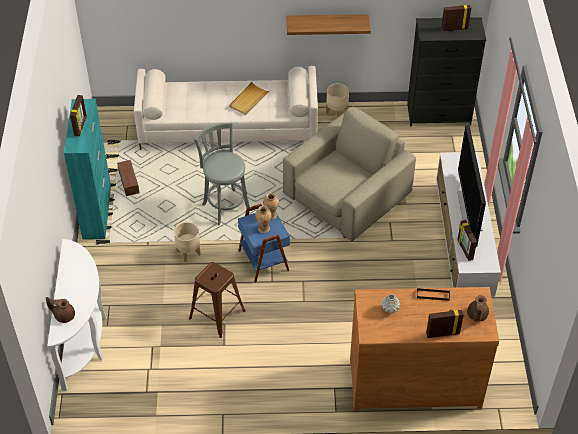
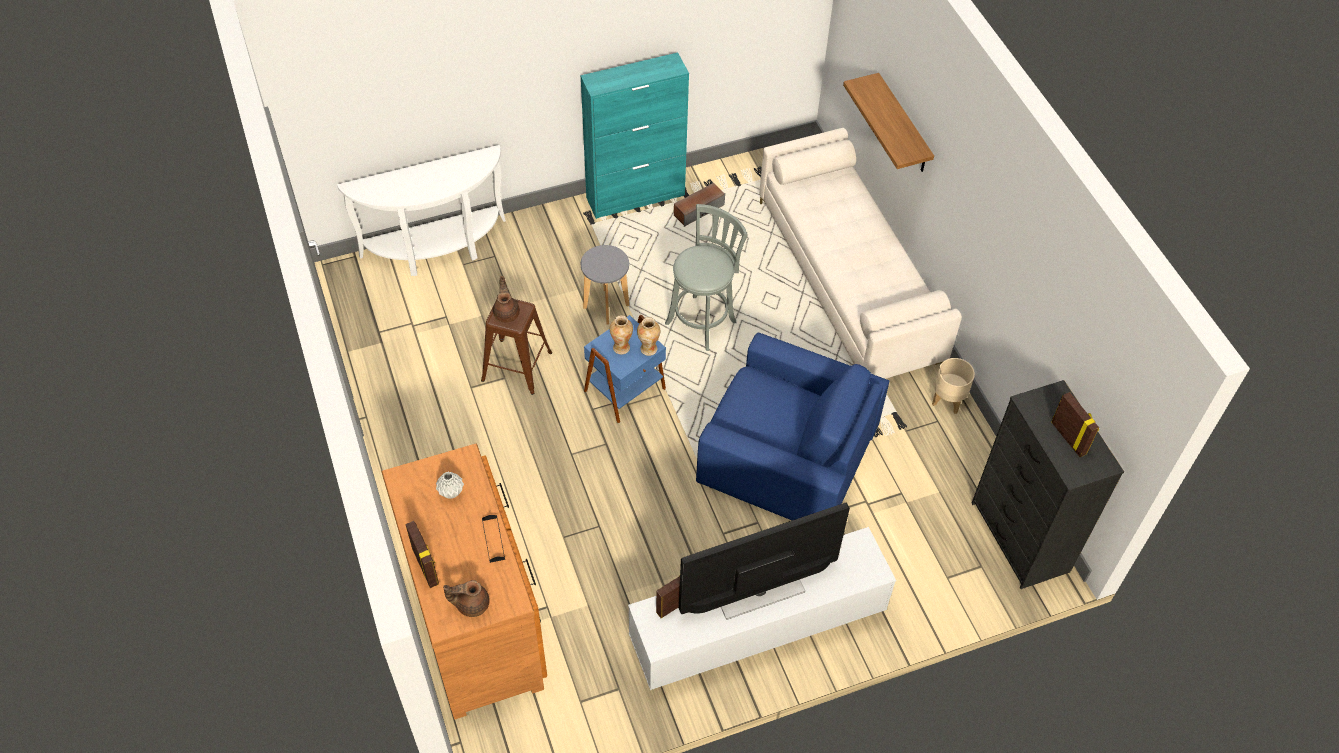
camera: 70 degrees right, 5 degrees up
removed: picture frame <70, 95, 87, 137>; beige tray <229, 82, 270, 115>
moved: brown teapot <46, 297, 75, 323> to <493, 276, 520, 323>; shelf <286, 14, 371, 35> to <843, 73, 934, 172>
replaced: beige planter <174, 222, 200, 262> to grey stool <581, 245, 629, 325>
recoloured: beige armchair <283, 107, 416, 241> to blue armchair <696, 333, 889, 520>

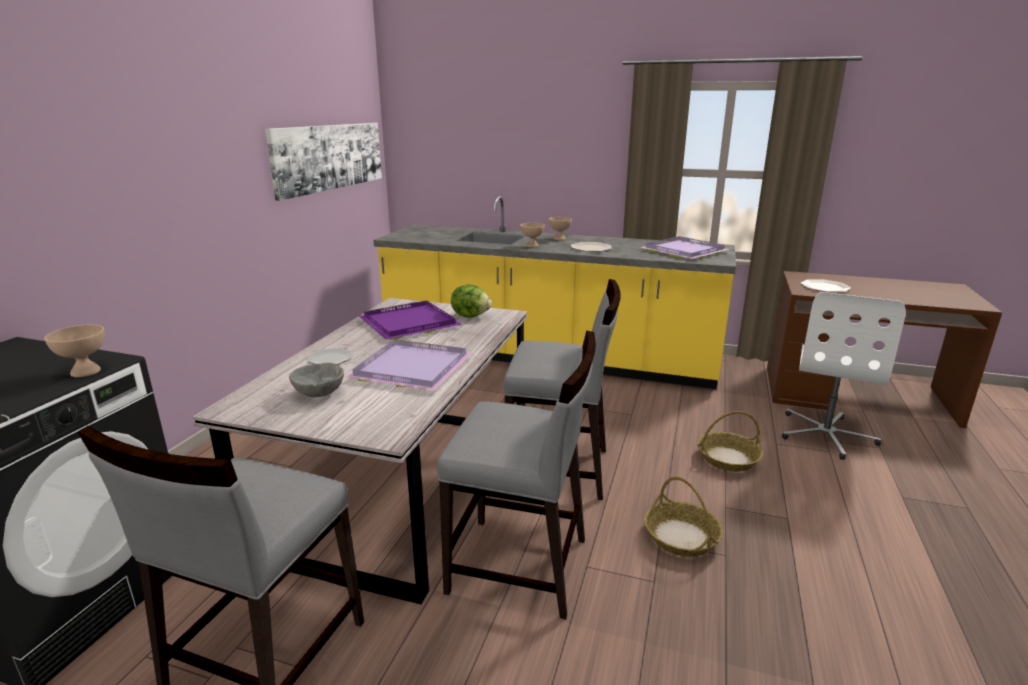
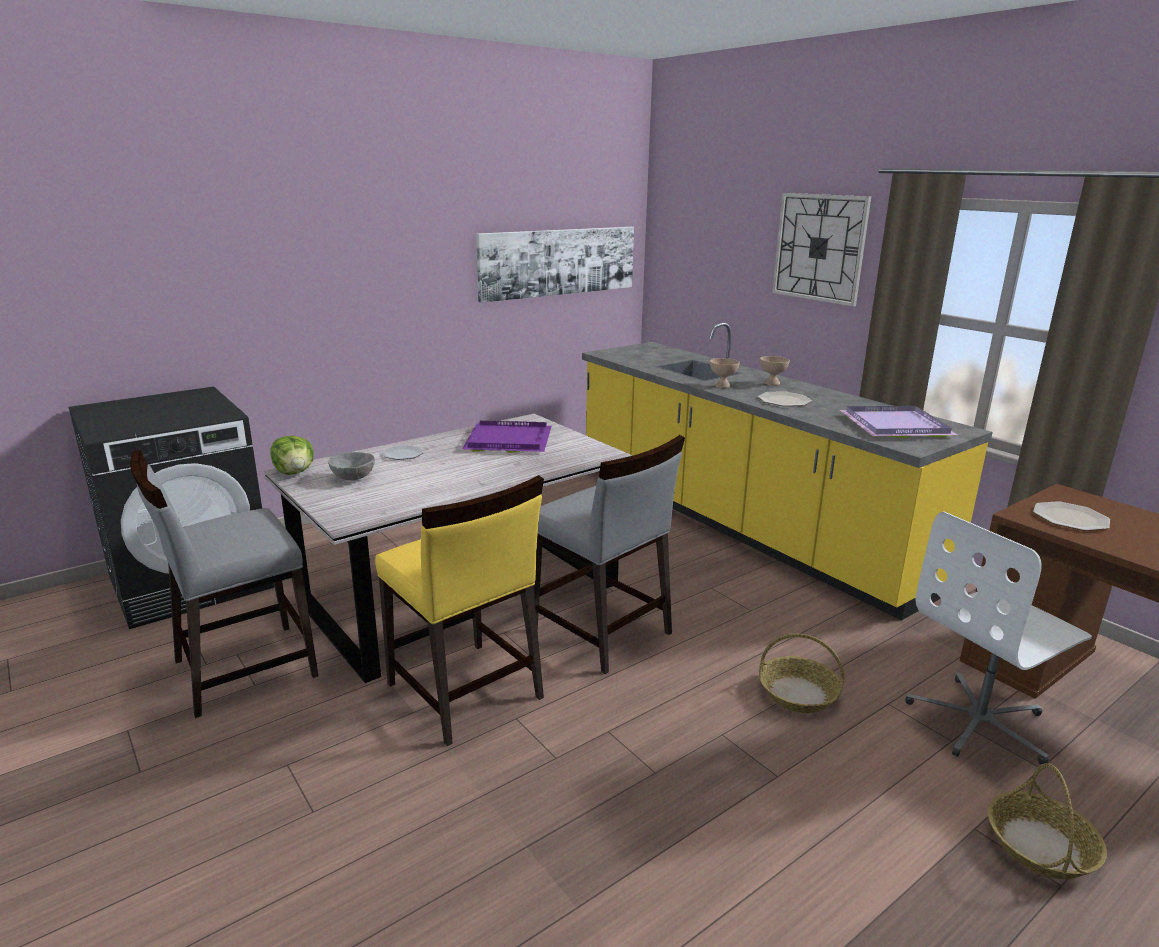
camera: 35 degrees right, 0 degrees up
removed: beige bowl <44, 324, 105, 377>; purple tray <345, 339, 473, 391>
added: wall clock <772, 193, 871, 307>
moved: lettuce <451, 284, 492, 318> to <271, 436, 314, 475>; basket <644, 477, 723, 557> to <988, 763, 1107, 879>
recoloured: grey chair <437, 331, 596, 620> to yellow chair <375, 475, 544, 746>

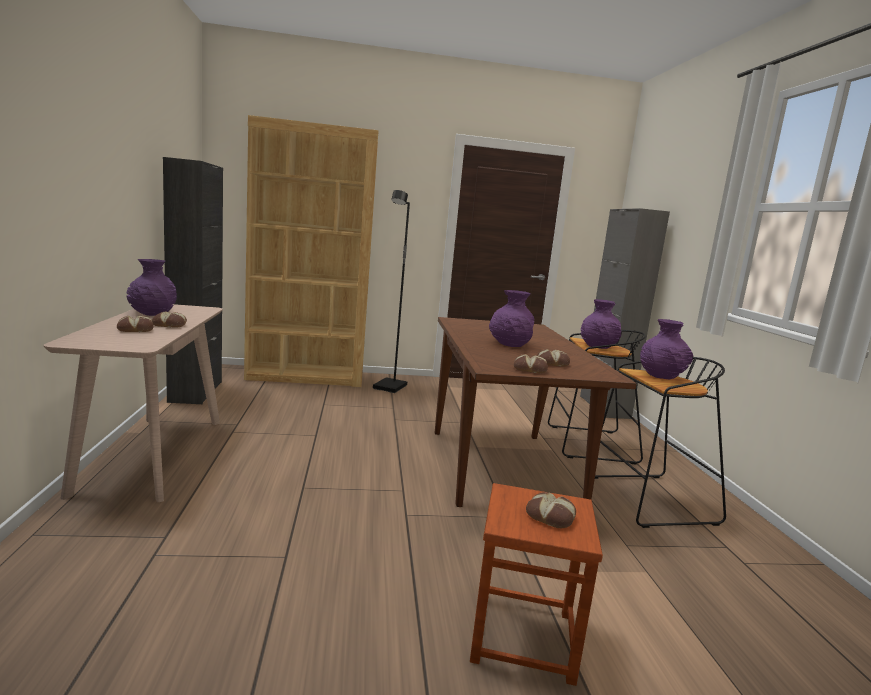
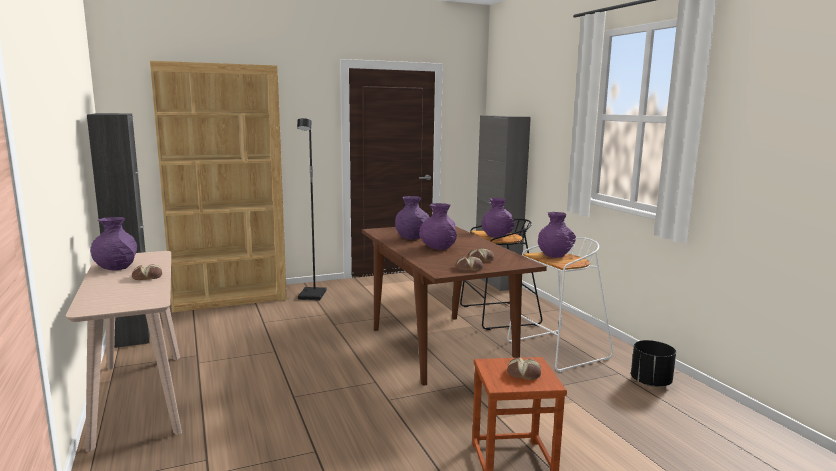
camera: 15 degrees left, 0 degrees up
removed: bread <117, 316, 154, 332>
added: purple vase <395, 196, 429, 239>; black planter <631, 340, 676, 387>
recoloured: black stool <595, 357, 726, 528> to white stool <507, 237, 613, 372>

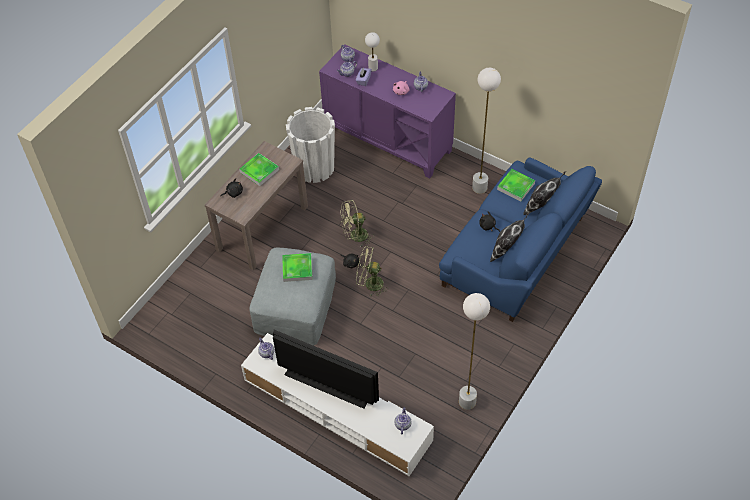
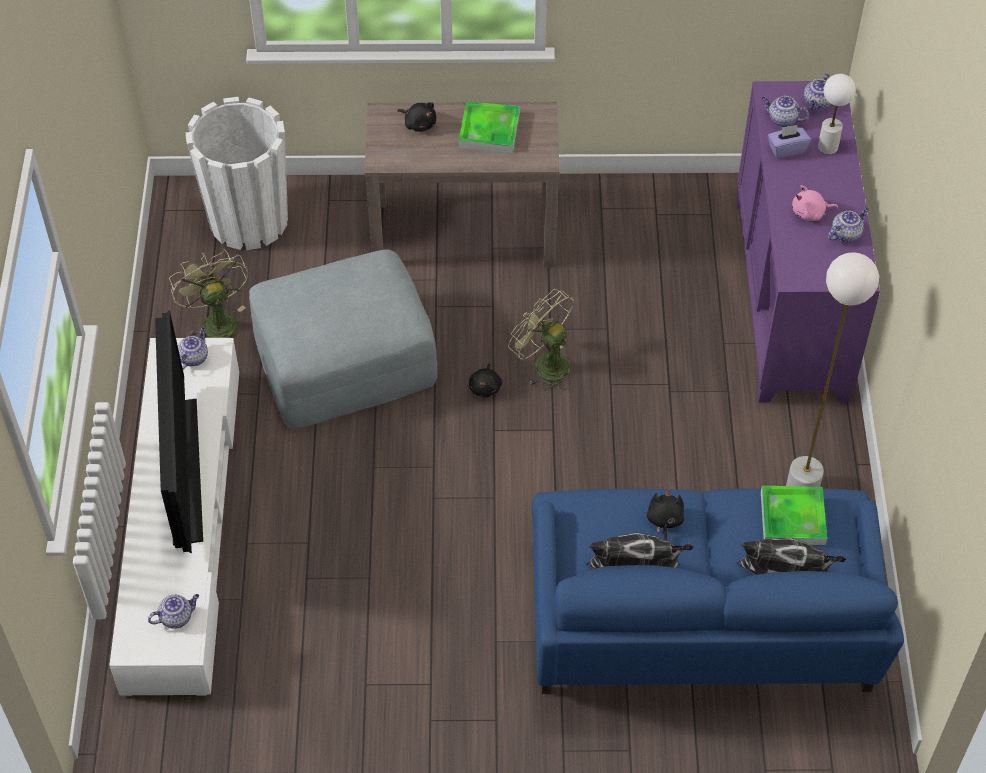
camera: 55 degrees right, 0 degrees up
removed: tray <282, 253, 313, 282>; white floor lamp <459, 293, 490, 410>
moved: white planter <286, 107, 335, 183> to <186, 97, 288, 250>; green fan <356, 246, 386, 296> to <169, 249, 248, 338>

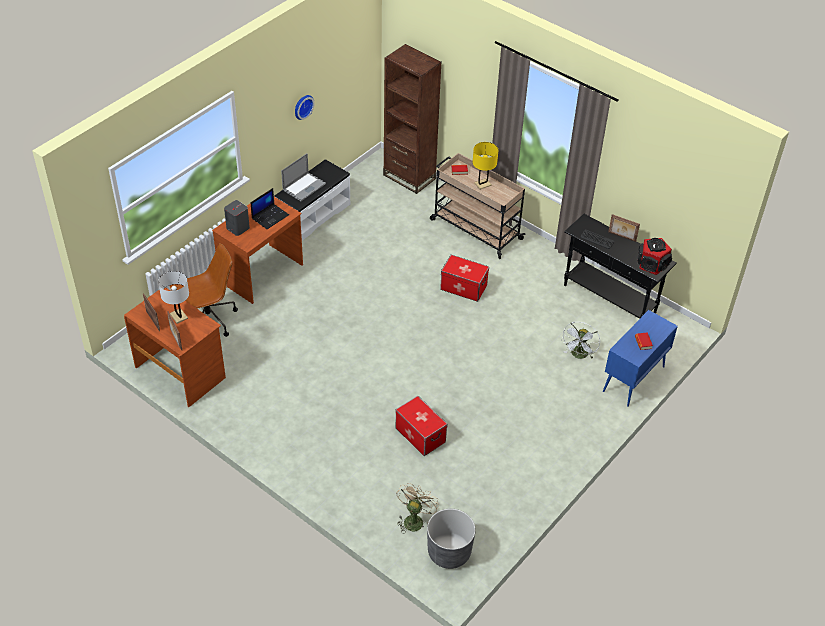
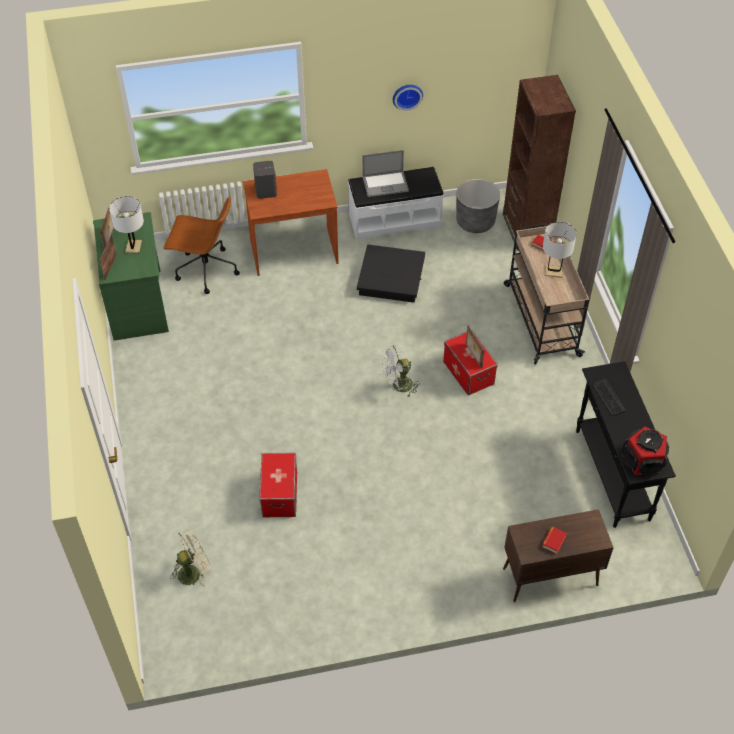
camera: 40 degrees right, 5 degrees up
removed: laptop <251, 188, 289, 229>
added: black storage box <357, 245, 425, 303>
moved: grey planter <427, 509, 476, 569> to <456, 179, 500, 233>; white fan <561, 322, 600, 359> to <380, 345, 420, 397>; picture frame <608, 214, 640, 242> to <466, 326, 485, 368>
recoloured: brown desk <124, 288, 226, 407> to green desk <93, 212, 169, 341>; yellow table lamp <473, 142, 498, 190> to white table lamp <543, 222, 577, 278>; blue cabinet <603, 310, 678, 407> to brown cabinet <503, 509, 614, 602>

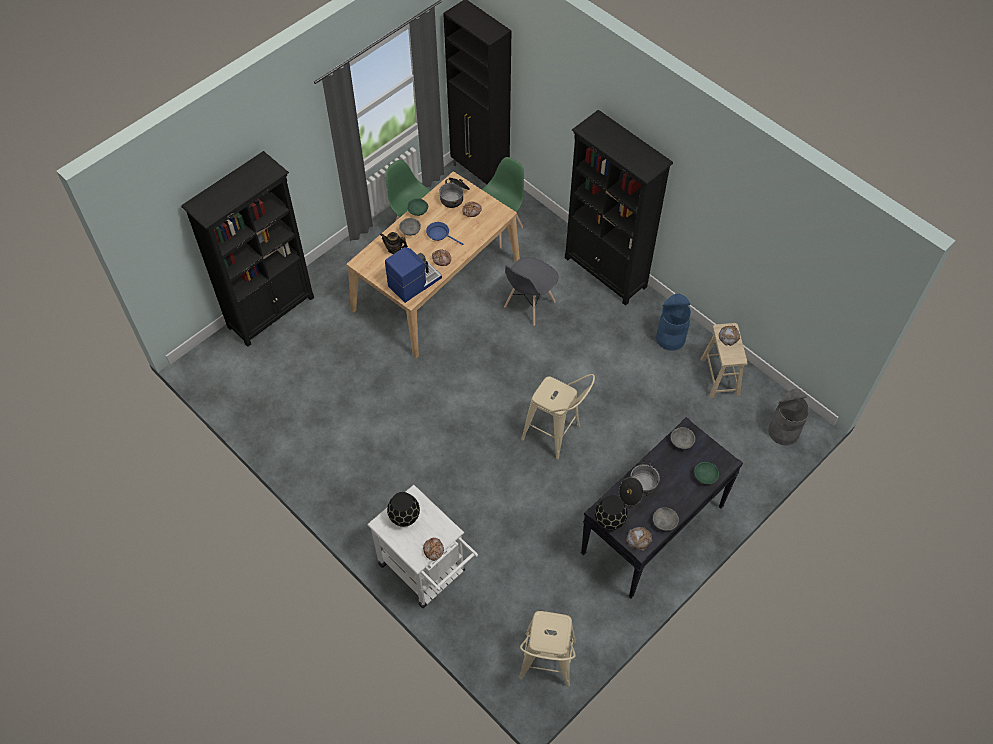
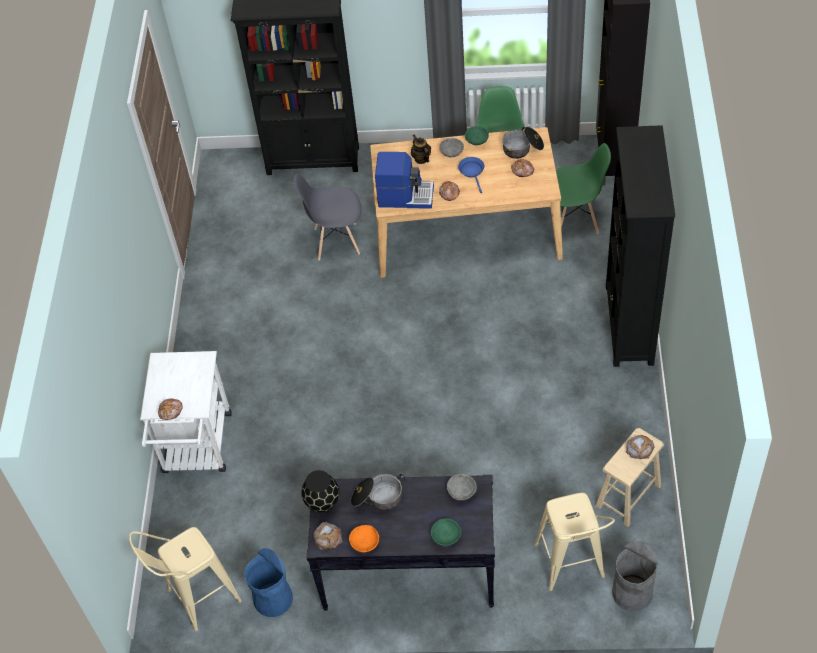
camera: 50 degrees right, 5 degrees down
removed: black vase <387, 492, 420, 527>
moved: grey chair <504, 257, 559, 326> to <294, 173, 361, 260>; beige stool <521, 374, 595, 459> to <534, 493, 615, 591>; blue trash can <656, 294, 691, 351> to <244, 548, 293, 617>
recoloured: grey bowl <653, 507, 679, 531> to orange bowl <349, 525, 379, 552>

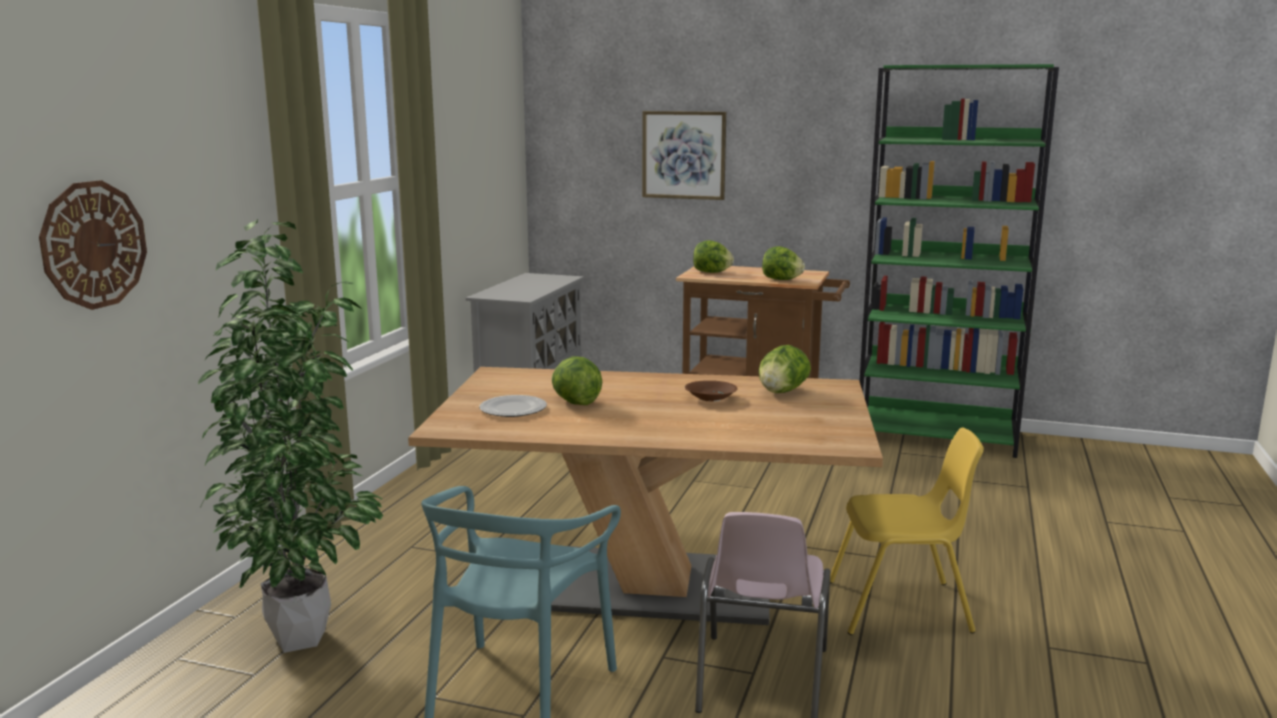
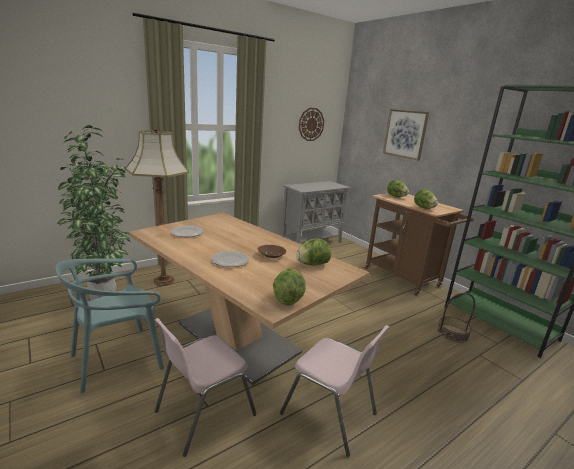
camera: 35 degrees right, 5 degrees up
added: floor lamp <126, 126, 189, 286>; plate <212, 251, 249, 267>; basket <437, 293, 475, 343>
moved: wall clock <39, 180, 147, 310> to <299, 108, 324, 141>; lettuce <551, 356, 602, 405> to <273, 269, 306, 305>
recoloured: yellow chair <830, 427, 984, 635> to pink chair <280, 325, 389, 457>

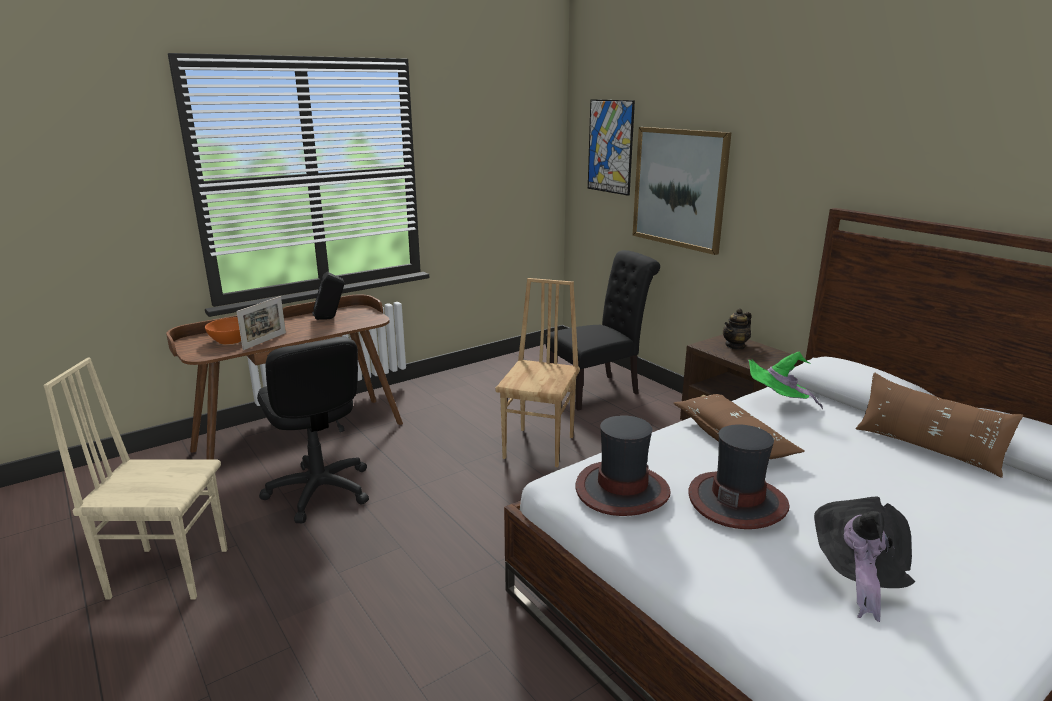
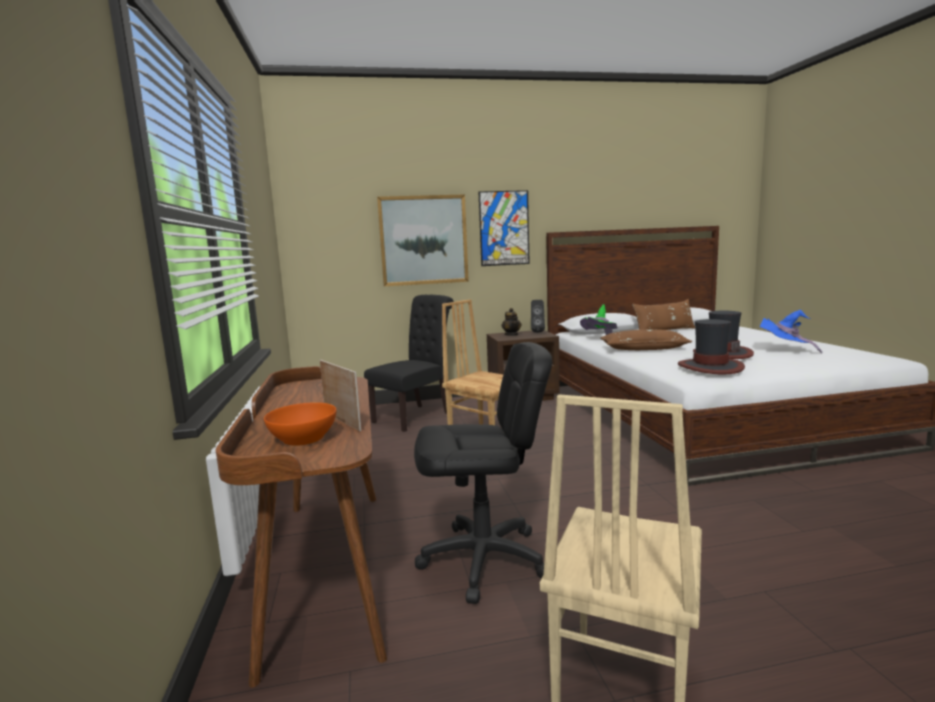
camera: 65 degrees left, 10 degrees down
moved: black speaker <312, 271, 344, 320> to <531, 300, 545, 332>; picture <588, 99, 635, 196> to <479, 190, 530, 266>
recoloured: black hat <814, 496, 915, 622> to blue hat <760, 310, 823, 354>
turned: black chair <546, 250, 660, 411> = <364, 295, 454, 432> 45 degrees clockwise

